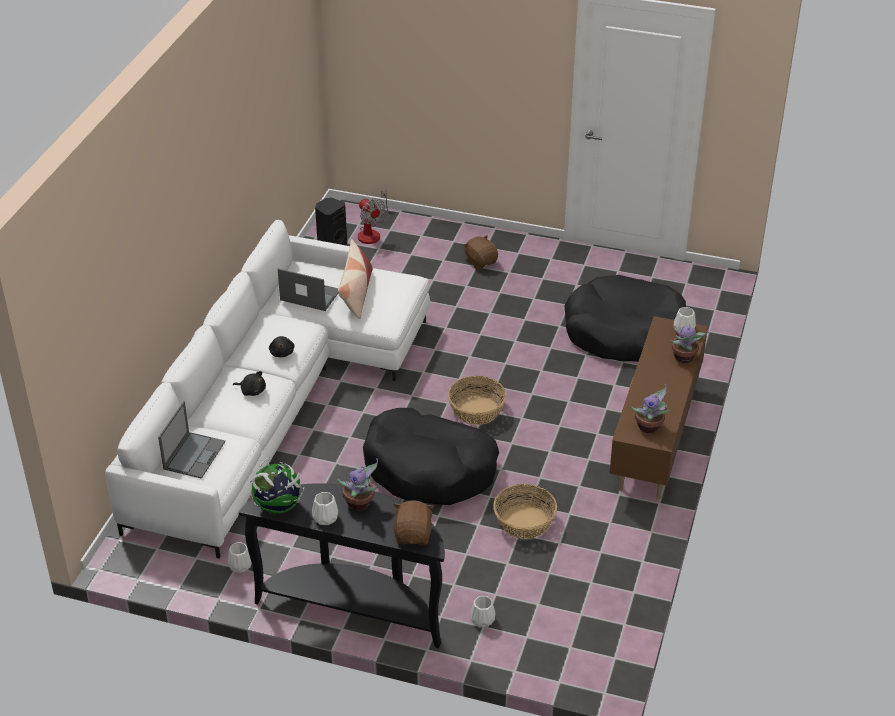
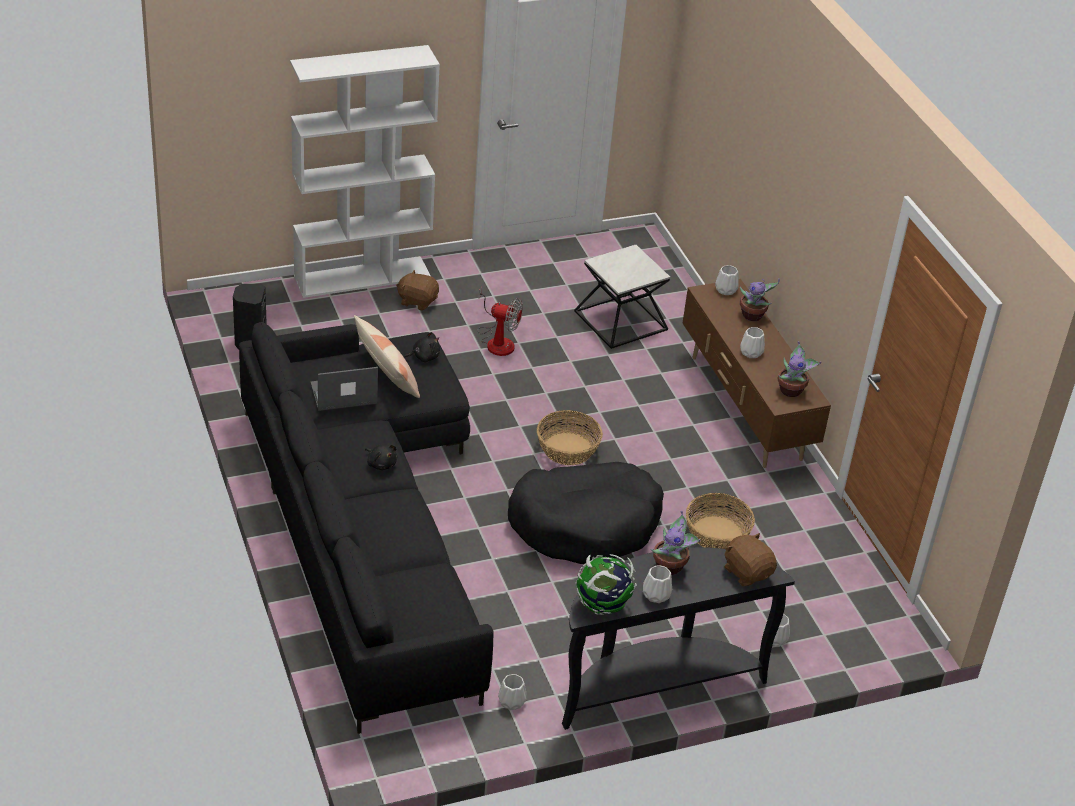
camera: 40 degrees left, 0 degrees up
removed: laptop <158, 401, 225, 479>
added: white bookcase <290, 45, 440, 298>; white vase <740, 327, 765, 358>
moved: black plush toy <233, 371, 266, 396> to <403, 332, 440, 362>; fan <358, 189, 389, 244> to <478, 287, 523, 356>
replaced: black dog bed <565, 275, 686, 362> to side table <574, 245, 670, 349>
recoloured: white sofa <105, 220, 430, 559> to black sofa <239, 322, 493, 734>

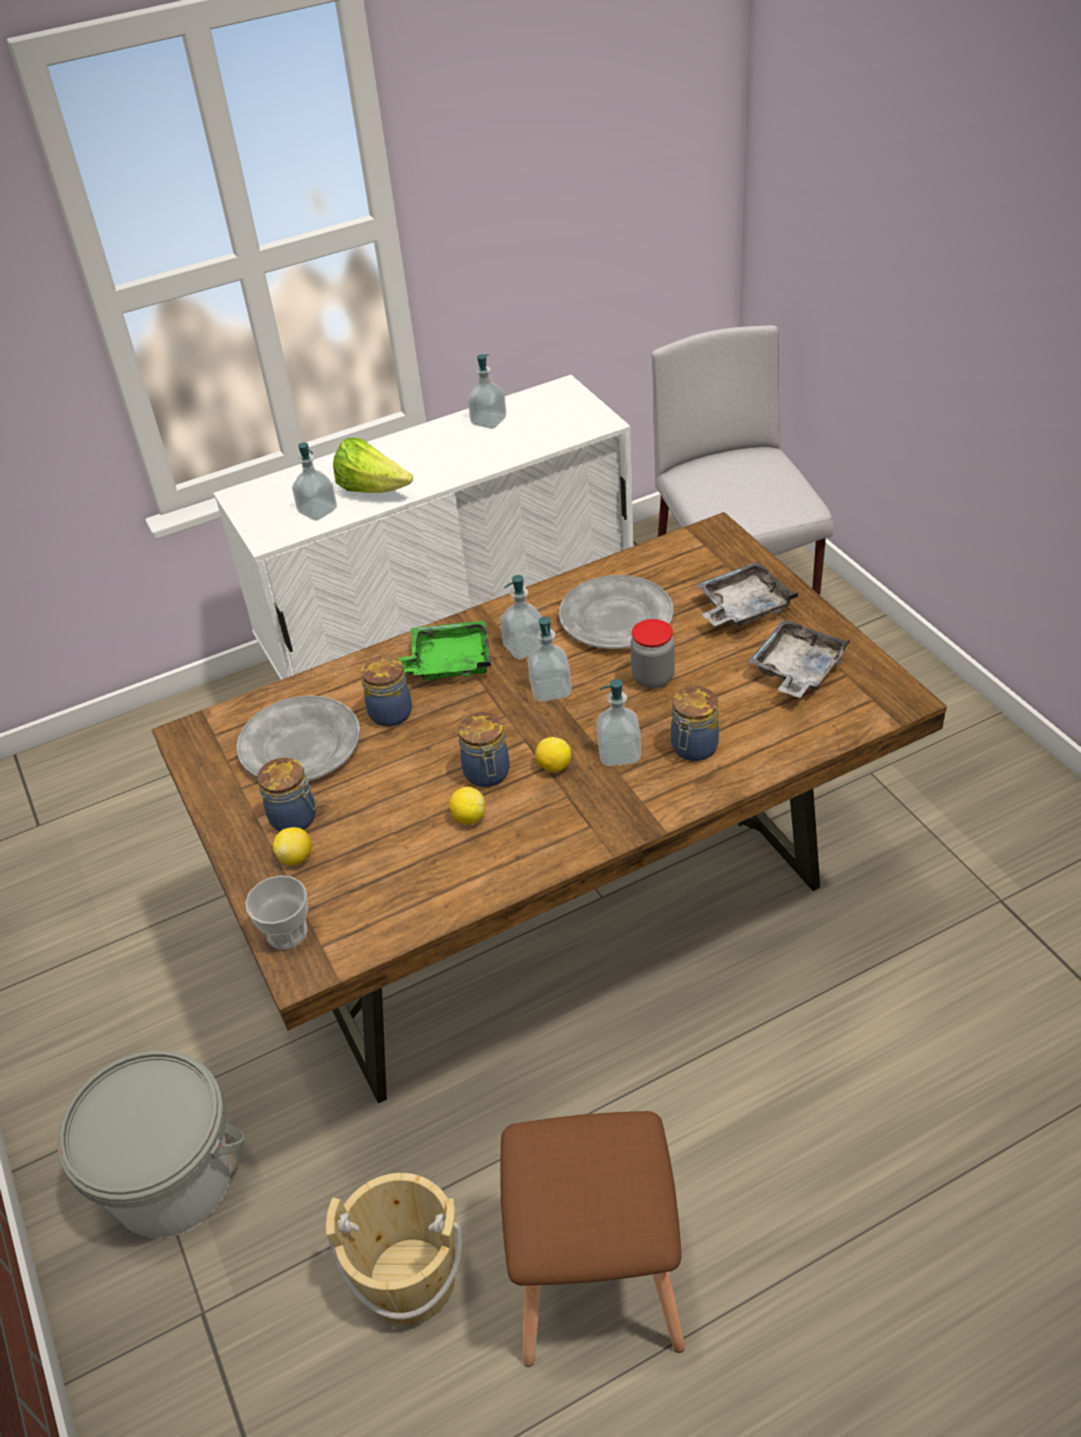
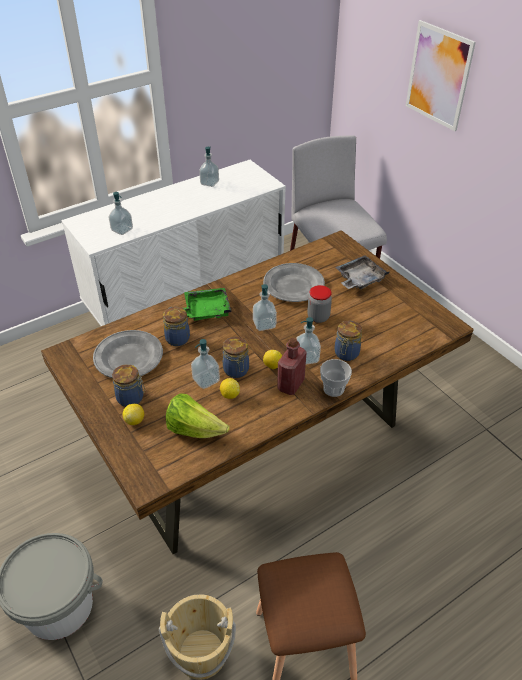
camera: 10 degrees left, 0 degrees up
removed: grey tray <748, 619, 850, 698>
added: red bottle <277, 338, 307, 395>; picture <406, 20, 476, 131>
moved: cup <245, 876, 308, 949> to <320, 359, 352, 397>; lettuce <333, 438, 413, 493> to <166, 393, 230, 438>; soap dispenser <500, 575, 542, 660> to <191, 339, 220, 389>

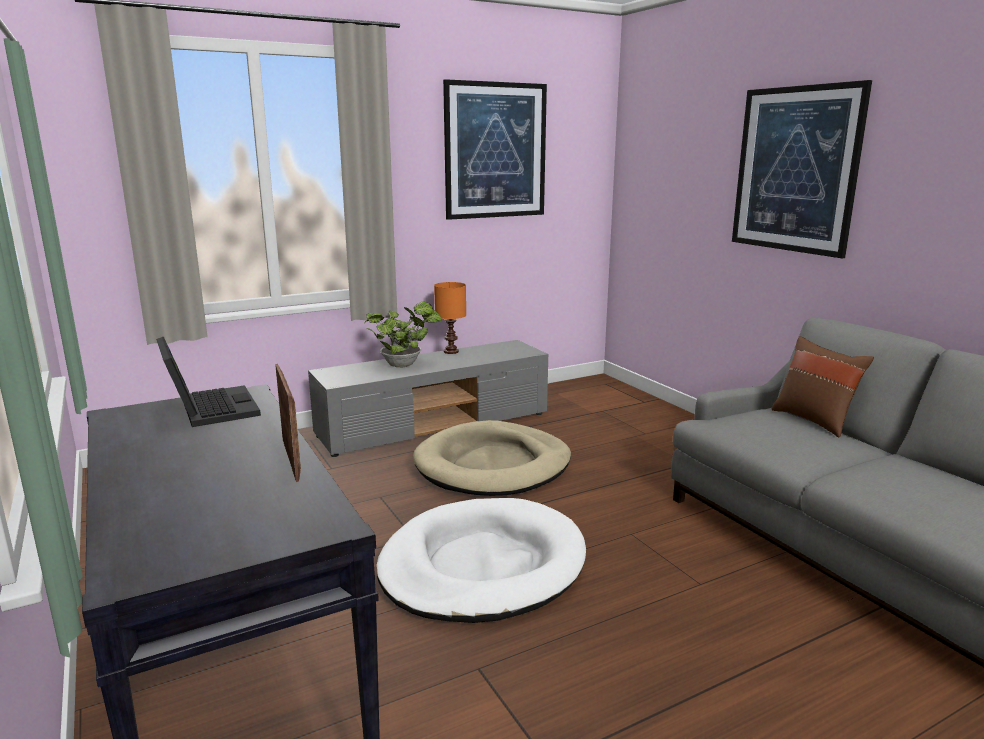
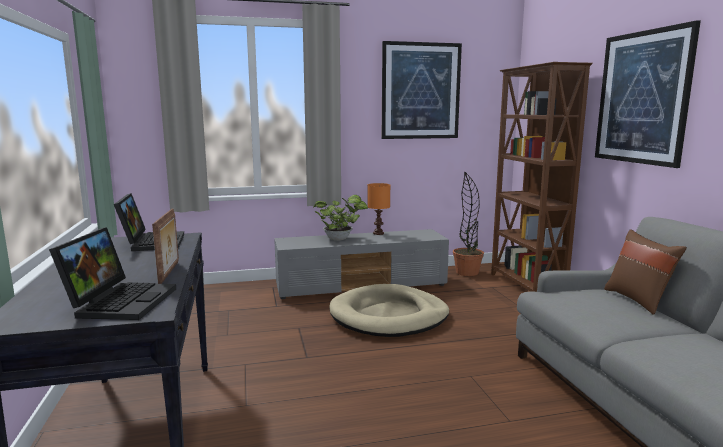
camera: 15 degrees right, 5 degrees down
removed: white dog bed <377, 498, 586, 623>
added: laptop <49, 227, 176, 320>; potted plant <453, 171, 484, 276>; brown bookcase <491, 62, 593, 292>

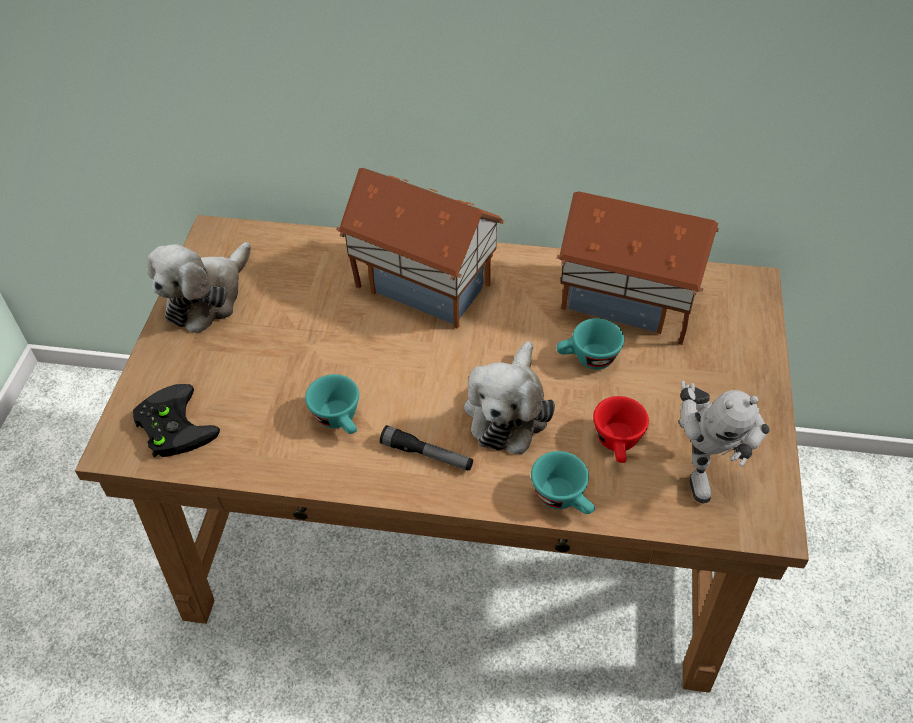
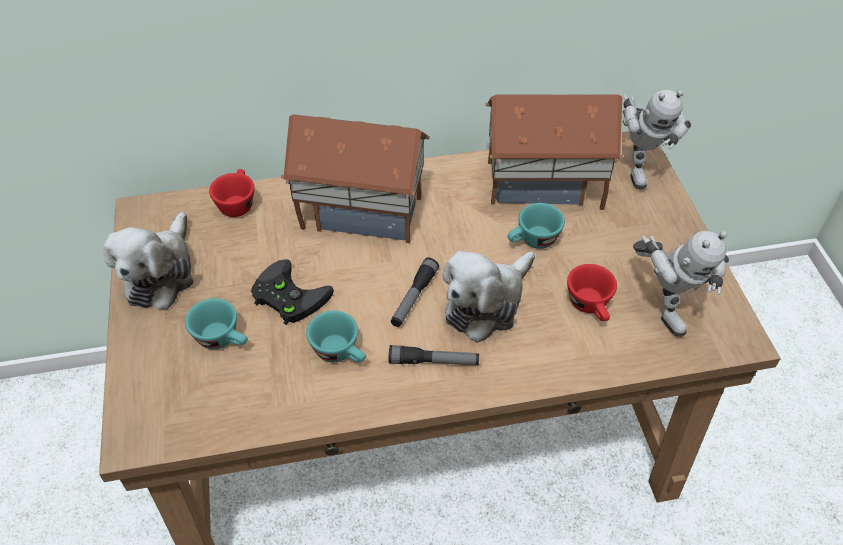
camera: 20 degrees left, 0 degrees up
added: red cup <209, 169, 255, 217>; flashlight <391, 258, 439, 327>; toy robot <623, 90, 691, 189>
moved: black game controller <133, 384, 220, 457> to <251, 259, 334, 325>; turquoise cup <531, 451, 595, 514> to <185, 298, 248, 350>
turned: plush toy <464, 341, 555, 454> = <442, 251, 535, 343> 45 degrees clockwise

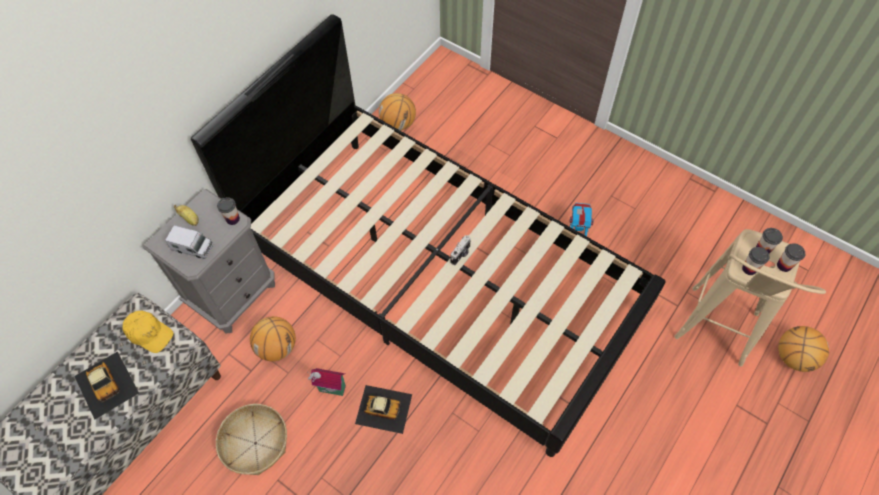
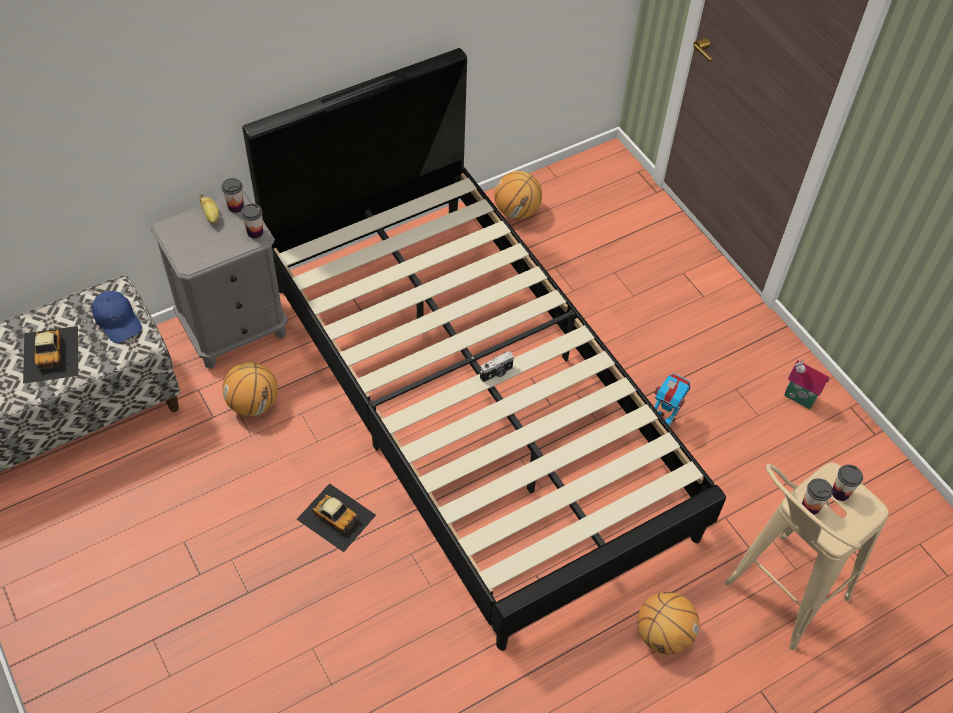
camera: 20 degrees right, 5 degrees down
removed: toy truck <165, 225, 213, 259>; basket <216, 404, 287, 475>
moved: toy house <307, 368, 346, 396> to <784, 360, 829, 409>; cup <777, 244, 806, 272> to <221, 178, 244, 213>; basketball <778, 326, 829, 372> to <637, 592, 699, 655>
recoloured: yellow cap <122, 311, 173, 353> to blue cap <92, 291, 142, 343>

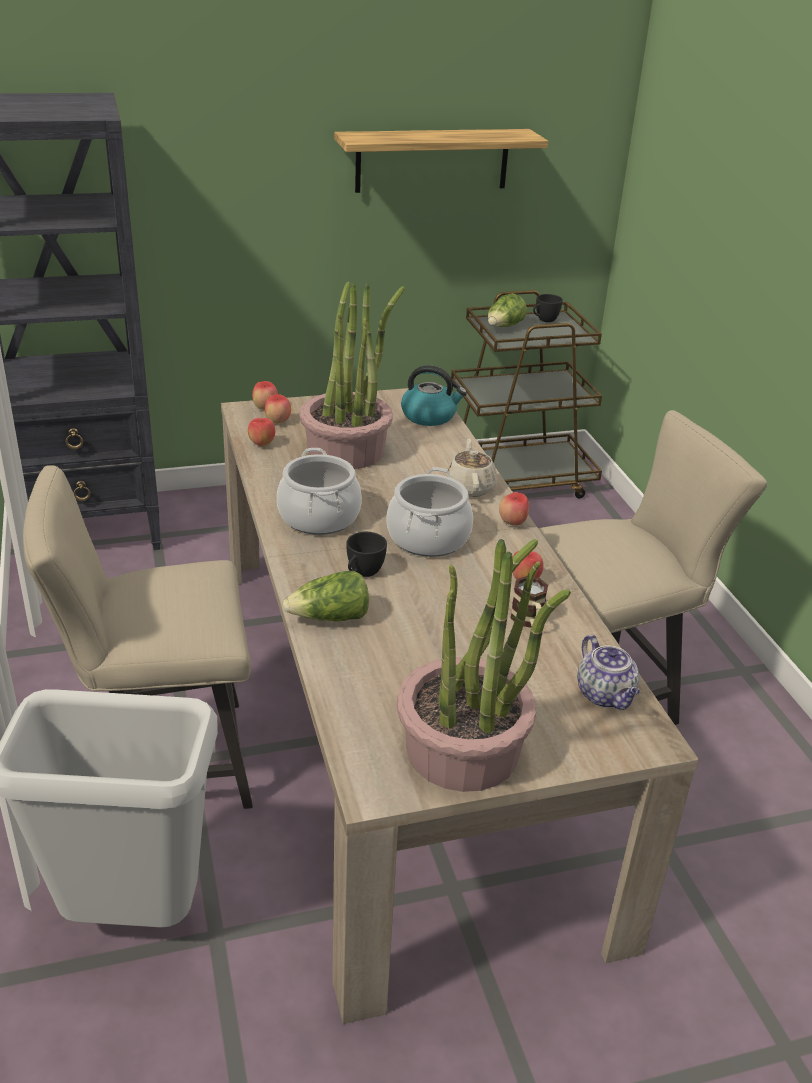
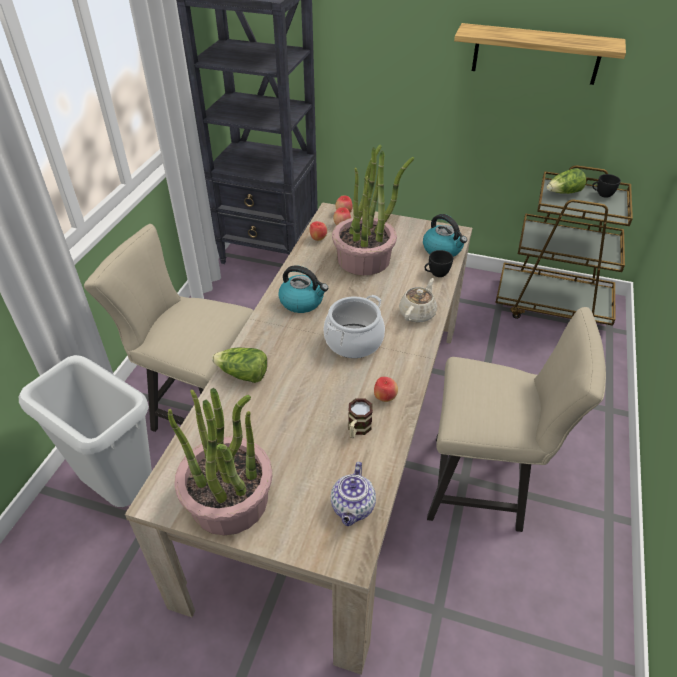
camera: 35 degrees right, 10 degrees up
removed: apple <499, 492, 529, 526>
moved: black cup <346, 532, 387, 577> to <424, 250, 453, 277>
replaced: cooking pot <277, 448, 362, 535> to kettle <278, 265, 328, 313>

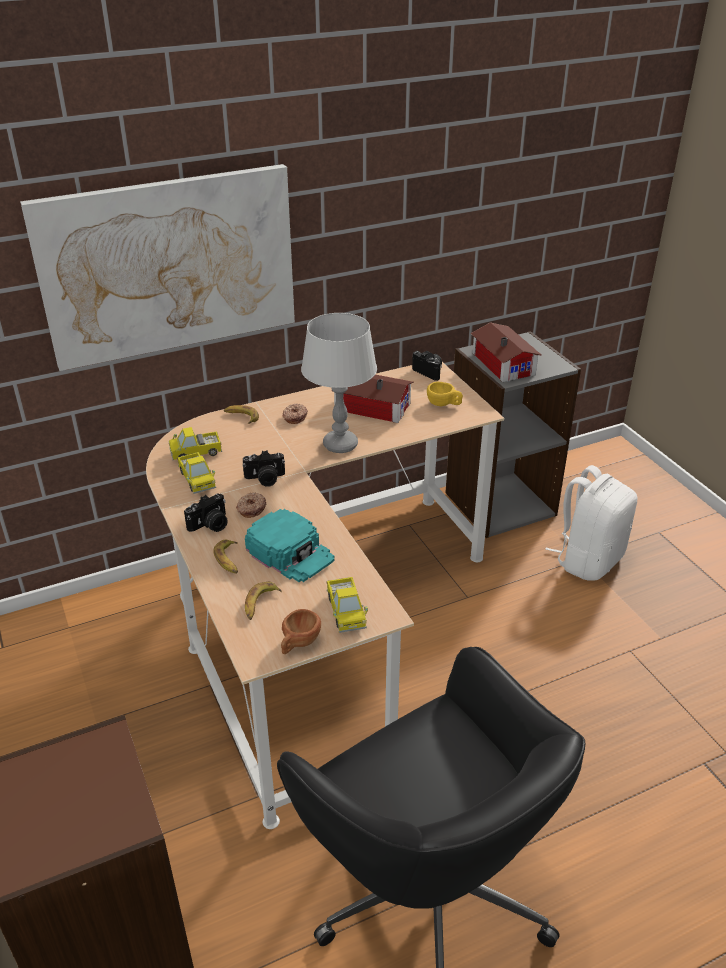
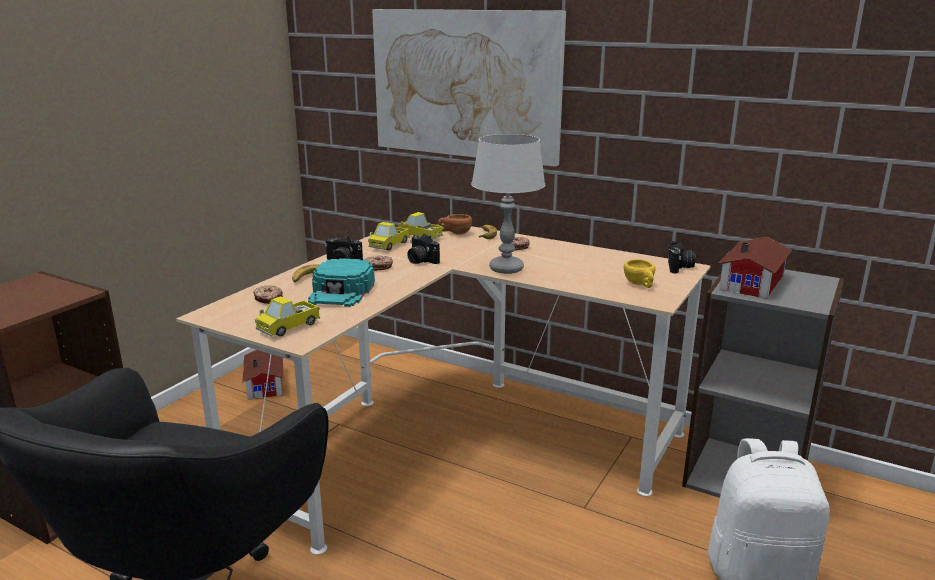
camera: 55 degrees right, 15 degrees down
moved: brown cup <281, 609, 321, 654> to <438, 214, 472, 235>; toy house <331, 375, 414, 423> to <242, 350, 284, 399>
replaced: banana <245, 582, 282, 620> to donut <253, 285, 283, 304>

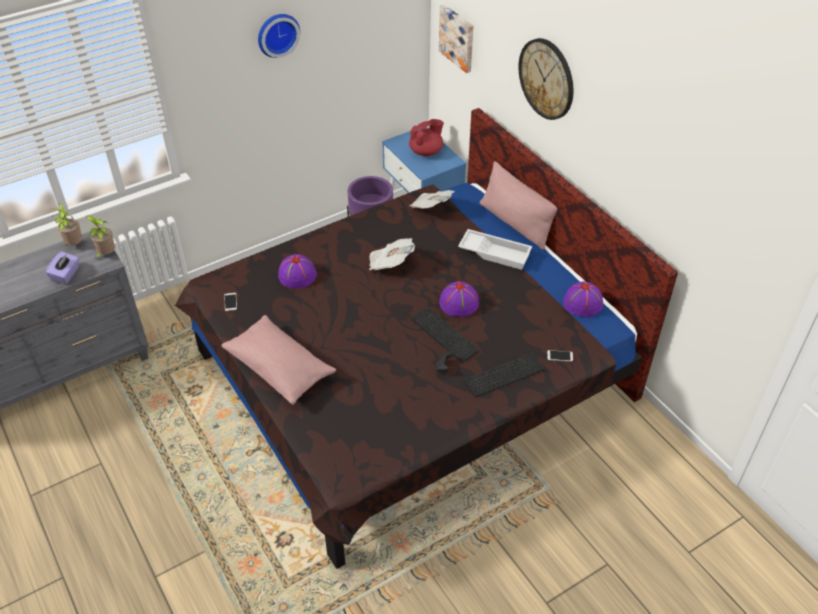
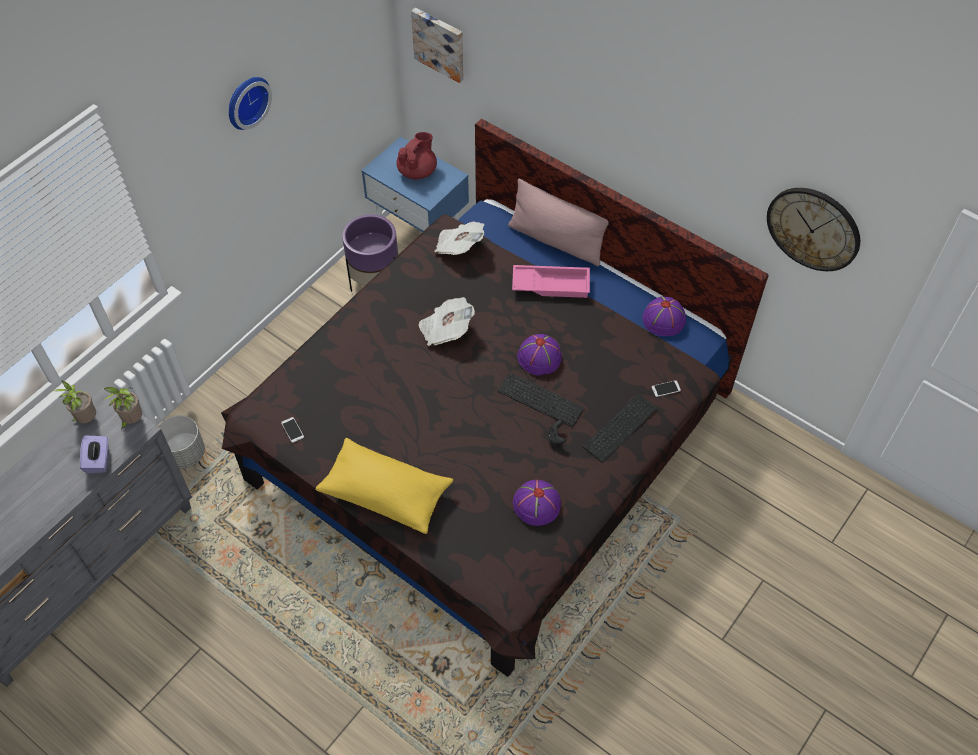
camera: 20 degrees left, 10 degrees up
added: grey planter <158, 415, 205, 469>
moved: purple hat <278, 254, 317, 289> to <513, 480, 561, 526>; wall clock <519, 38, 573, 120> to <767, 188, 860, 271>
recoloured: pink pillow <221, 315, 336, 405> to yellow pillow <315, 438, 453, 534>; white tray <458, 229, 532, 270> to pink tray <512, 265, 590, 298>

